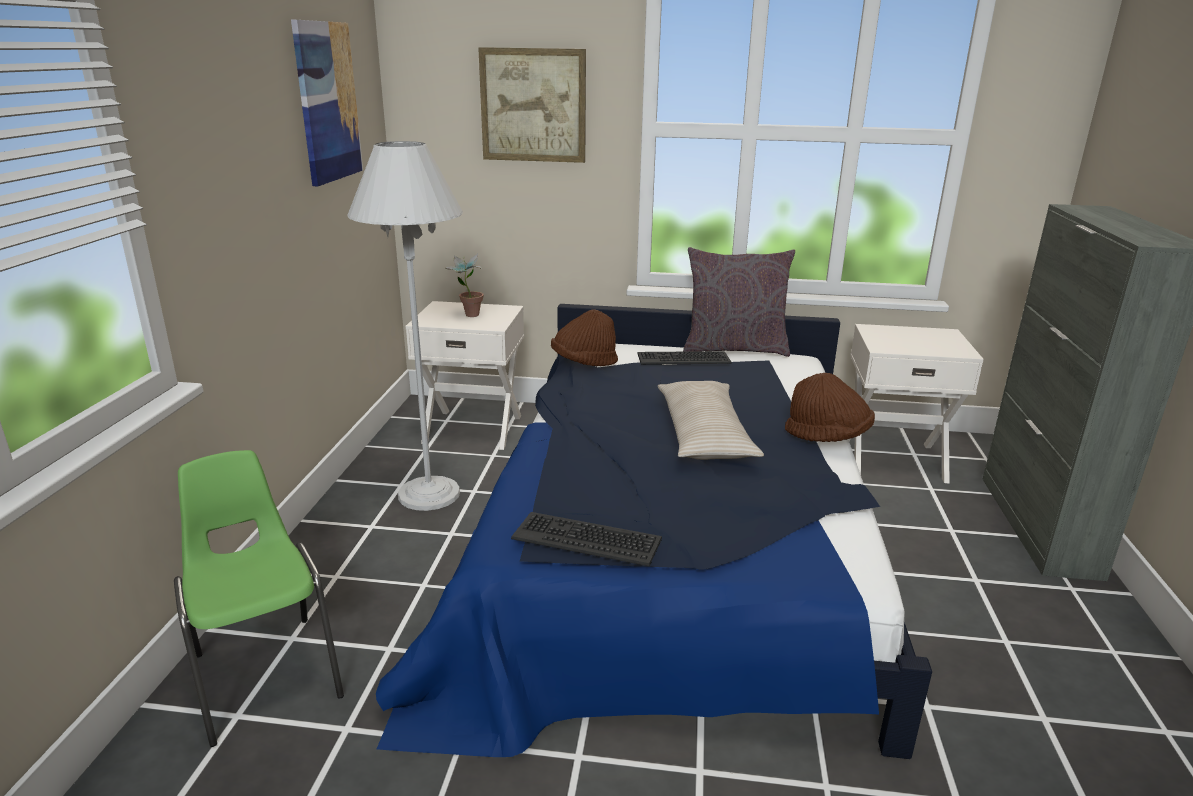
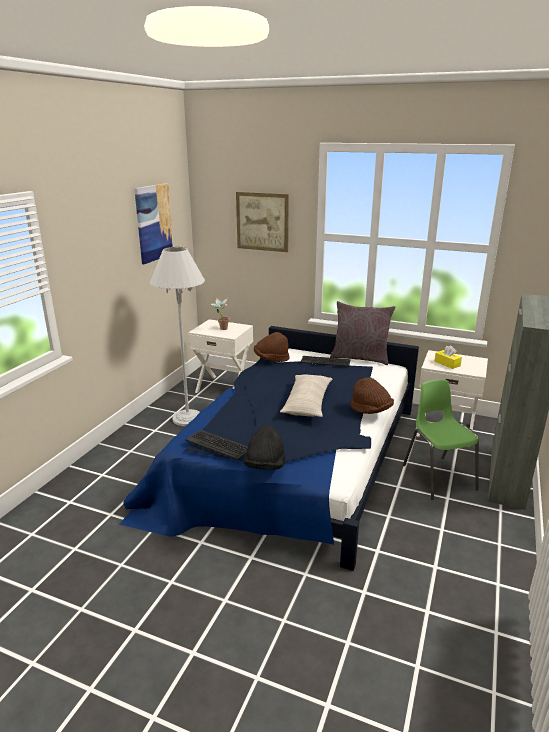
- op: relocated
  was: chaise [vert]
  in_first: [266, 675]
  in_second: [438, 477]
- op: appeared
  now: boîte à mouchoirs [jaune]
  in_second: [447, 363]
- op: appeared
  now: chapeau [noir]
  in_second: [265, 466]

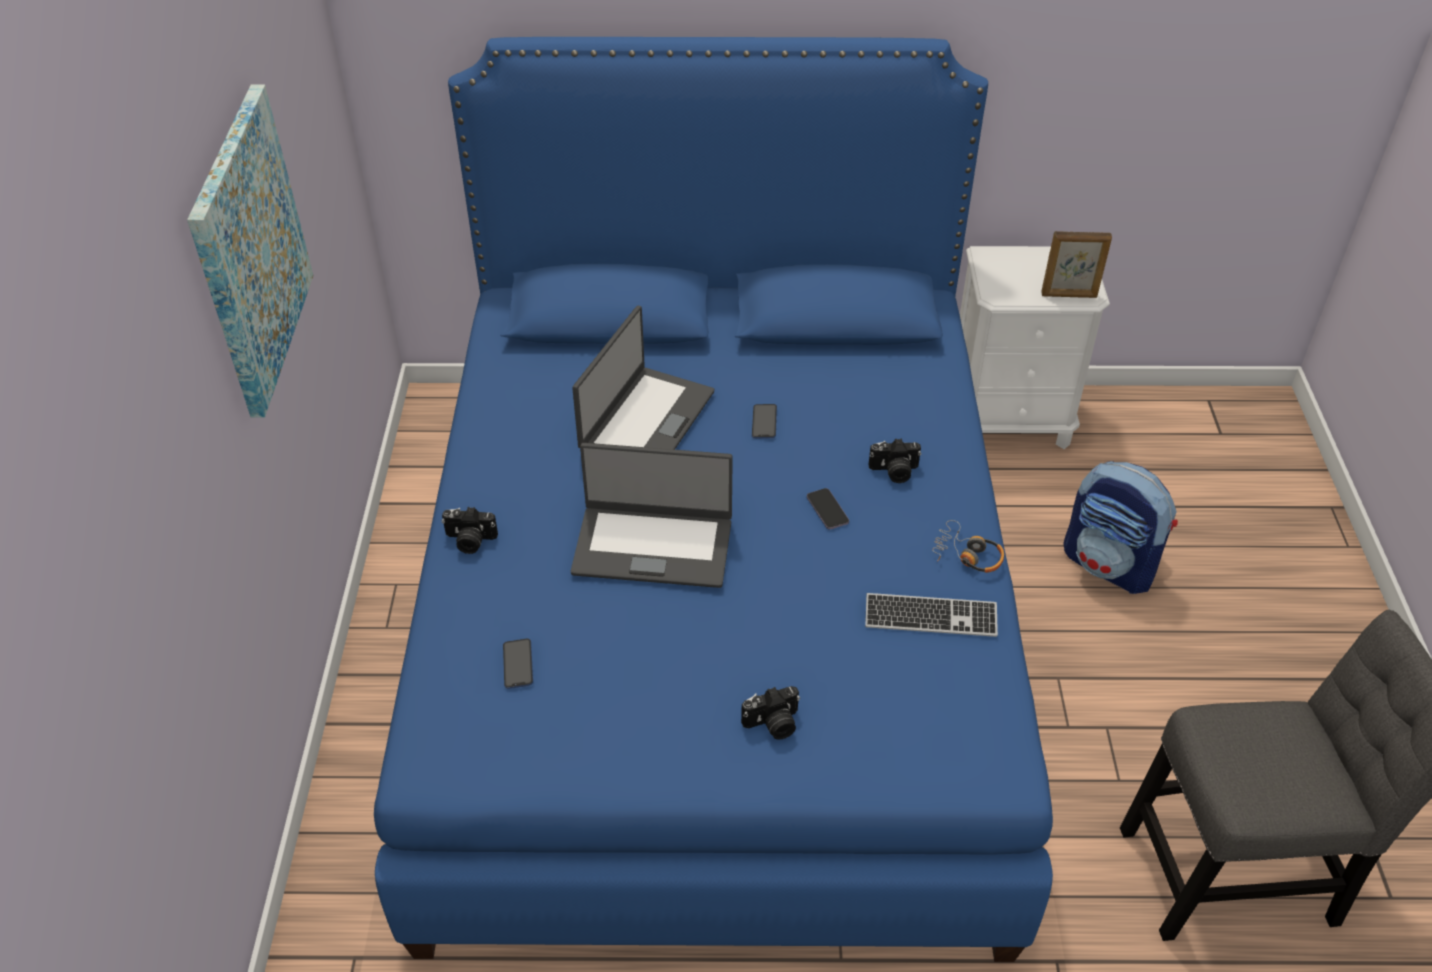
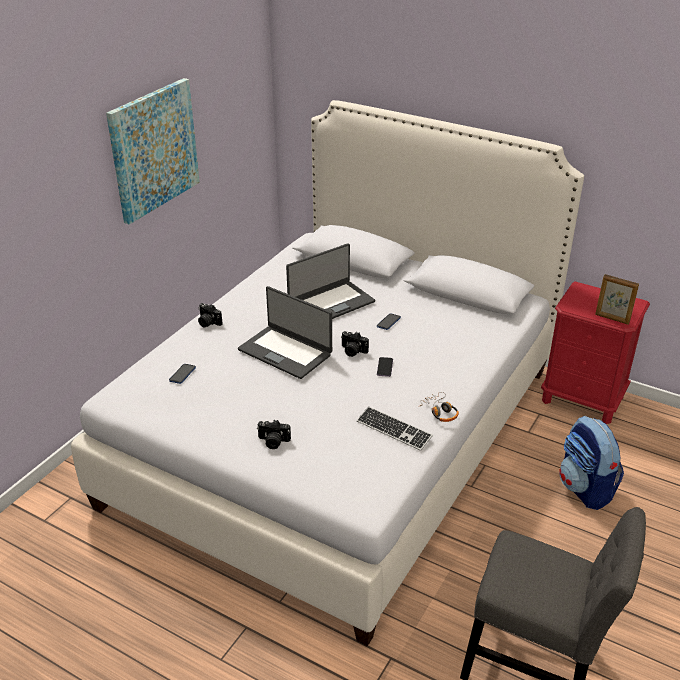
- op: colour
  was: lit [bleu]
  now: lit [blanc]
  in_first: [714, 627]
  in_second: [339, 433]
- op: colour
  was: table de chevet [blanc]
  now: table de chevet [rouge]
  in_first: [1009, 420]
  in_second: [583, 399]
- op: relocated
  was: appareil photo
  in_first: [894, 472]
  in_second: [352, 351]

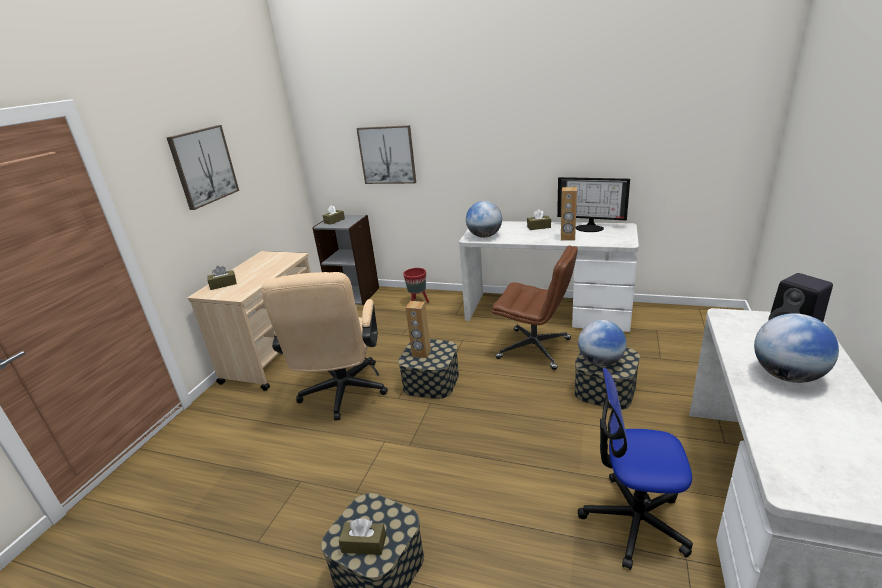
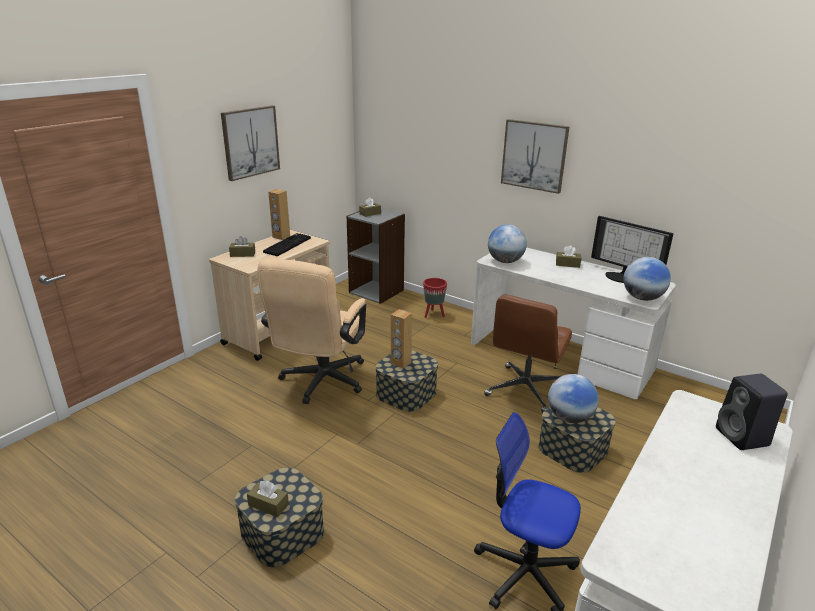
- op: relocated
  was: tableau
  in_first: [387, 155]
  in_second: [534, 155]
- op: relocated
  was: enceinte [marron]
  in_first: [568, 238]
  in_second: [281, 237]
- op: spun
  was: chaise de bureau [marron]
  in_first: [535, 349]
  in_second: [525, 390]
  clockwise: 75
- op: relocated
  was: globe
  in_first: [786, 375]
  in_second: [642, 298]
- op: appeared
  now: clavier
  in_second: [287, 245]

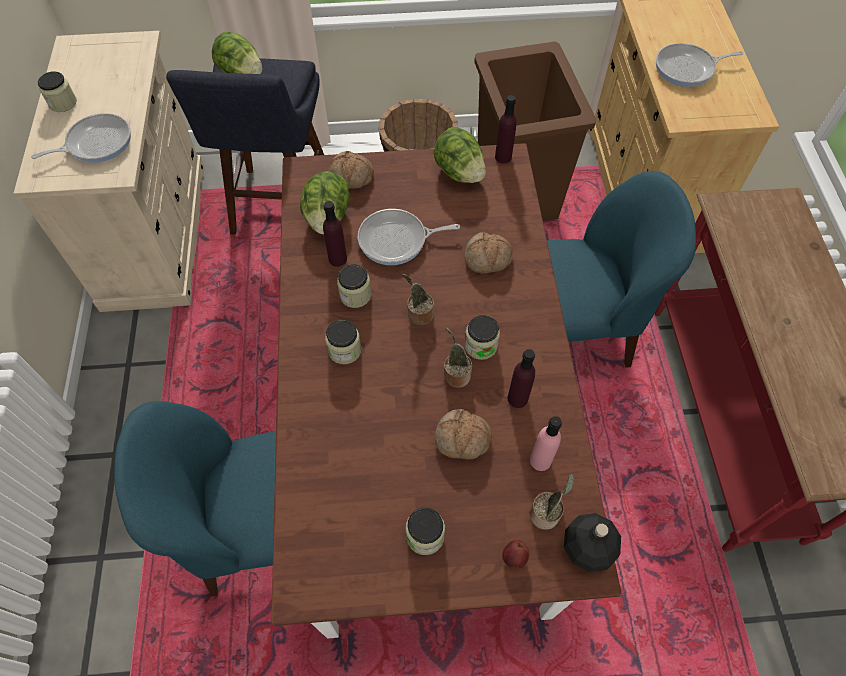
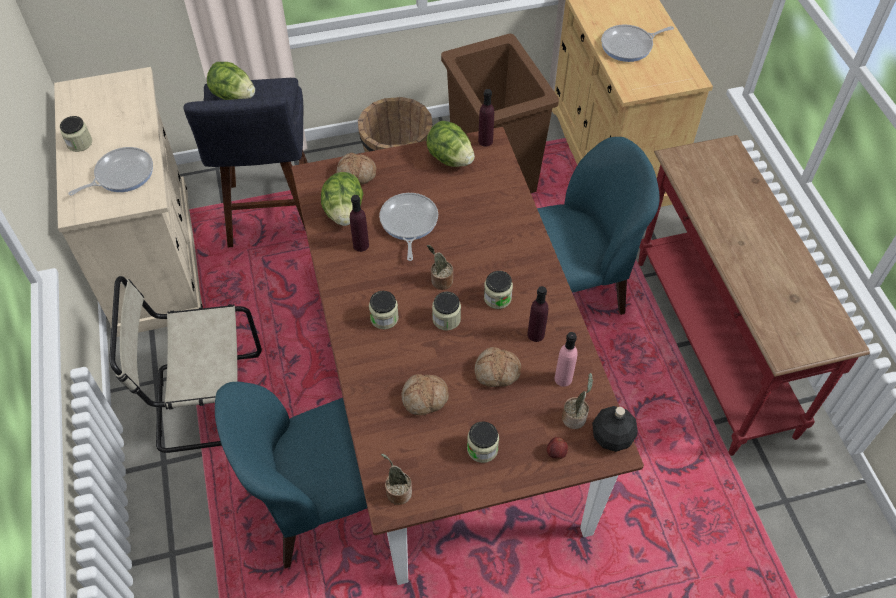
- op: spun
  was: poêle
  in_first: [396, 240]
  in_second: [408, 223]
  clockwise: 105
- op: relocated
  was: pain
  in_first: [487, 259]
  in_second: [425, 399]
- op: relocated
  was: bocal
  in_first: [355, 295]
  in_second: [446, 319]
- op: relocated
  was: plante en pot
  in_first: [455, 374]
  in_second: [397, 492]
- op: appeared
  now: chaise [beige]
  in_second: [206, 403]

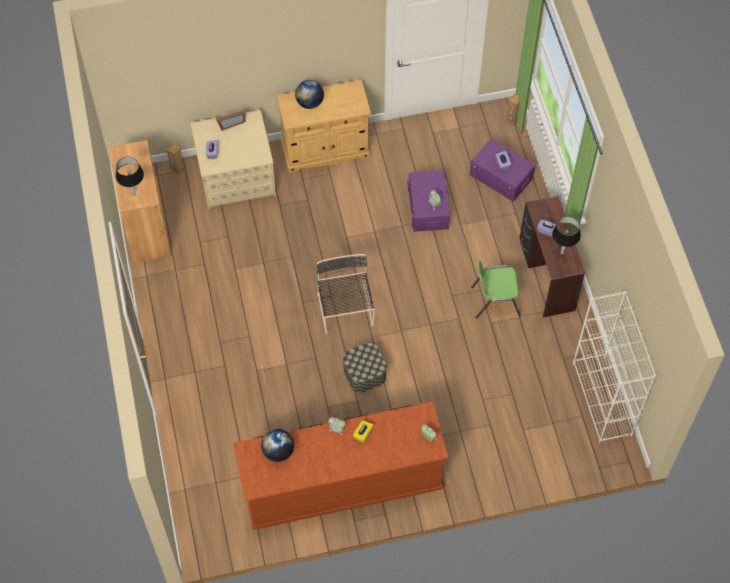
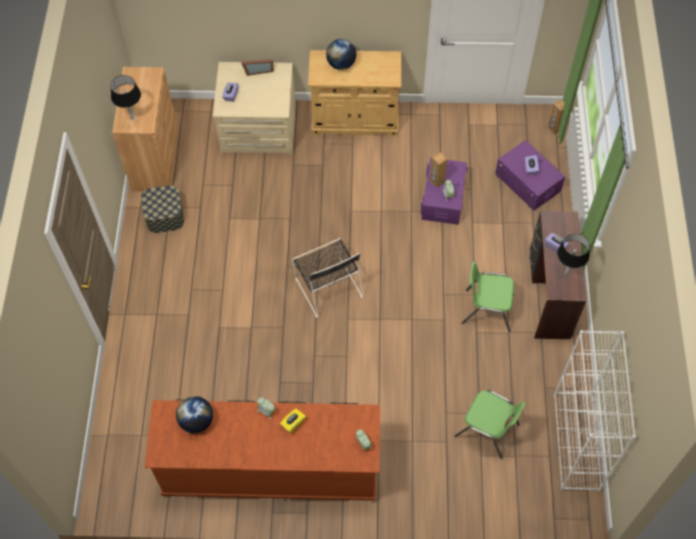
- op: relocated
  was: enceinte [marron]
  in_first: [177, 169]
  in_second: [436, 181]
- op: spun
  was: chaise [noir]
  in_first: [345, 311]
  in_second: [328, 286]
  clockwise: 150
- op: relocated
  was: boîte de rangement
  in_first: [364, 373]
  in_second: [165, 216]
- op: appeared
  now: chaise [vert]
  in_second: [488, 430]

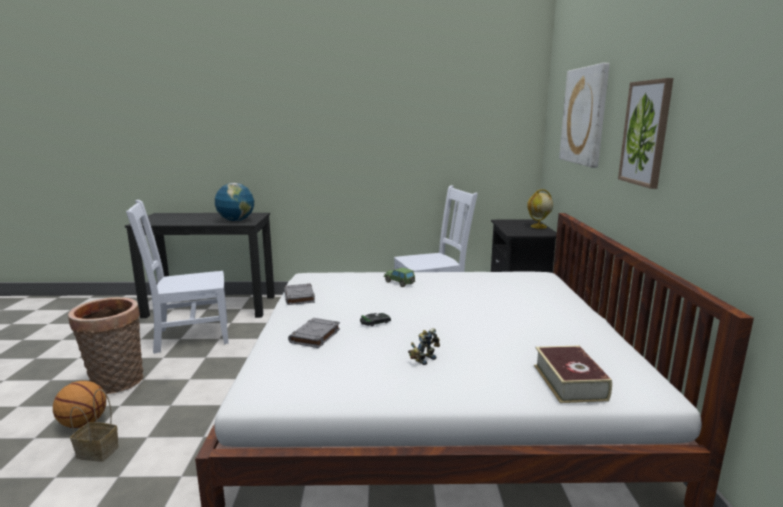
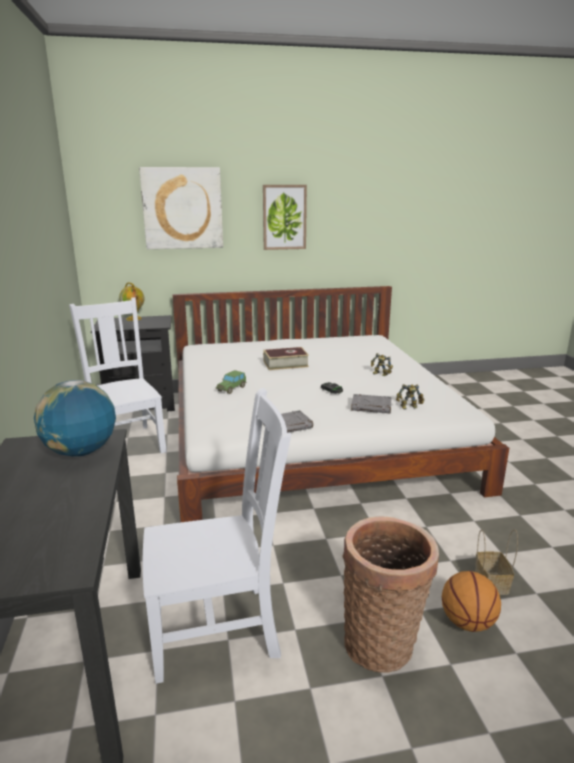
- op: spun
  was: chaise [blanc]
  in_first: [189, 336]
  in_second: [219, 629]
  clockwise: -75
- op: relocated
  was: livre
  in_first: [569, 382]
  in_second: [285, 364]
- op: appeared
  now: robot jouet
  in_second: [409, 407]

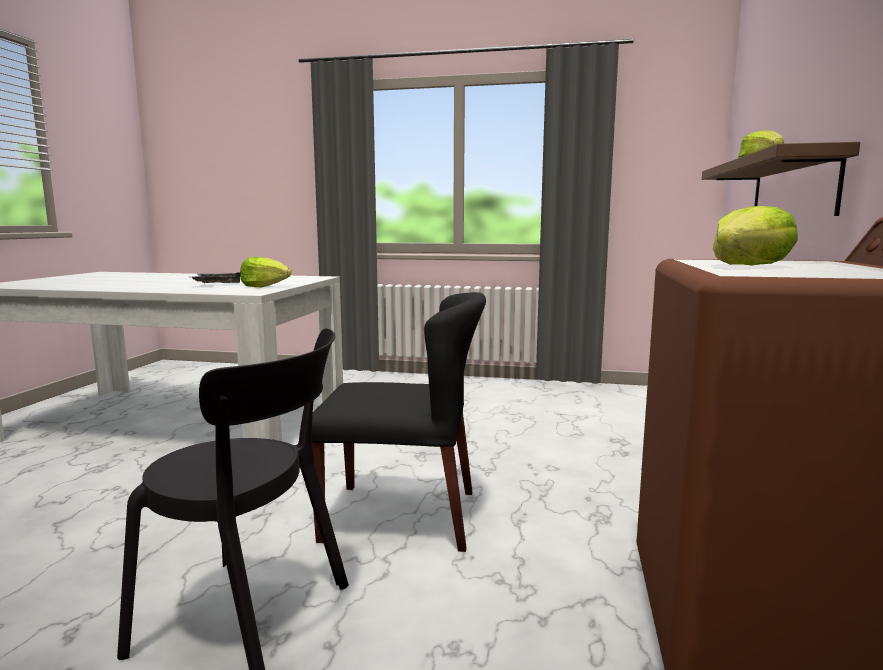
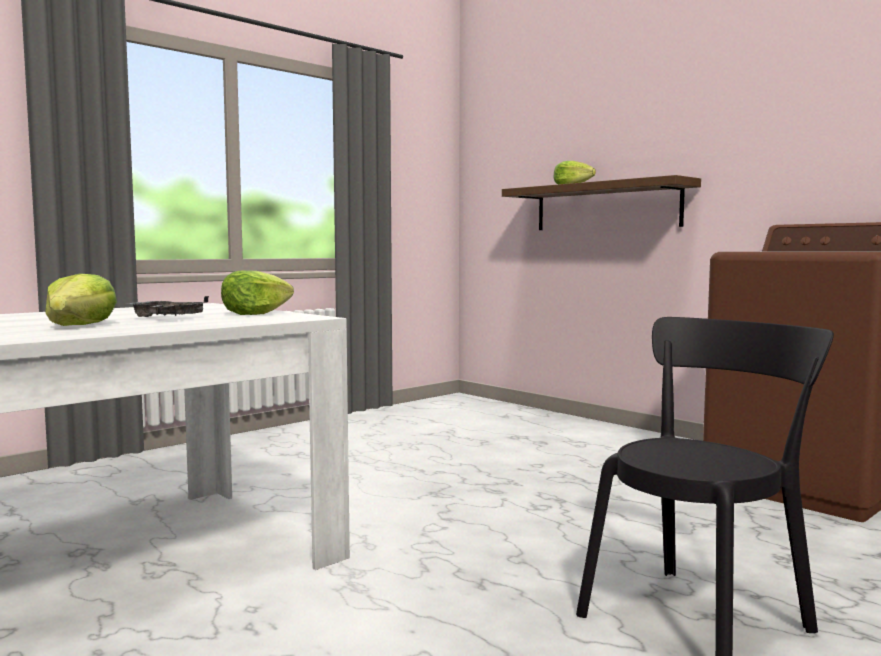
- op: relocated
  was: laitue
  in_first: [748, 266]
  in_second: [80, 326]
- op: missing
  was: chaise [noir]
  in_first: [402, 515]

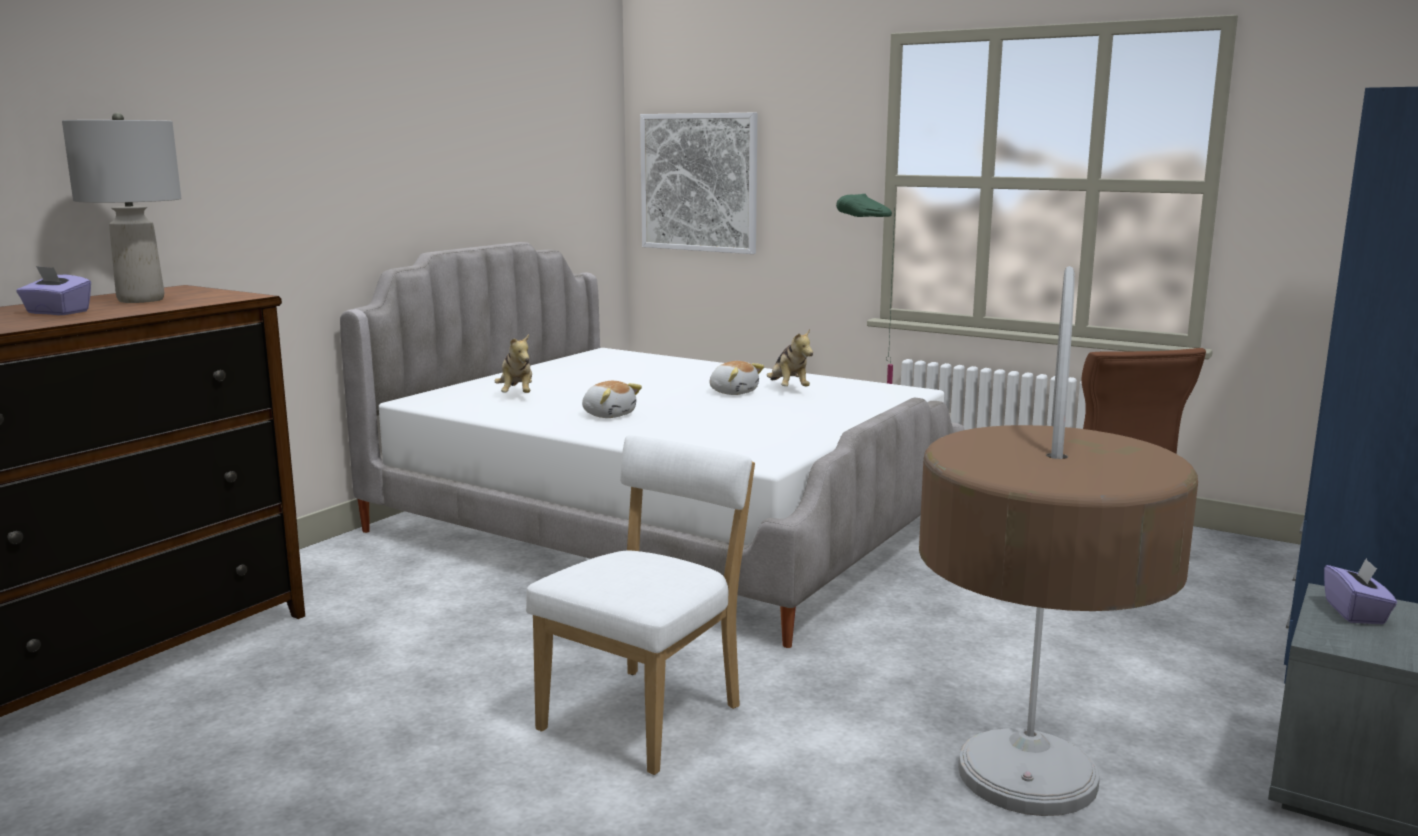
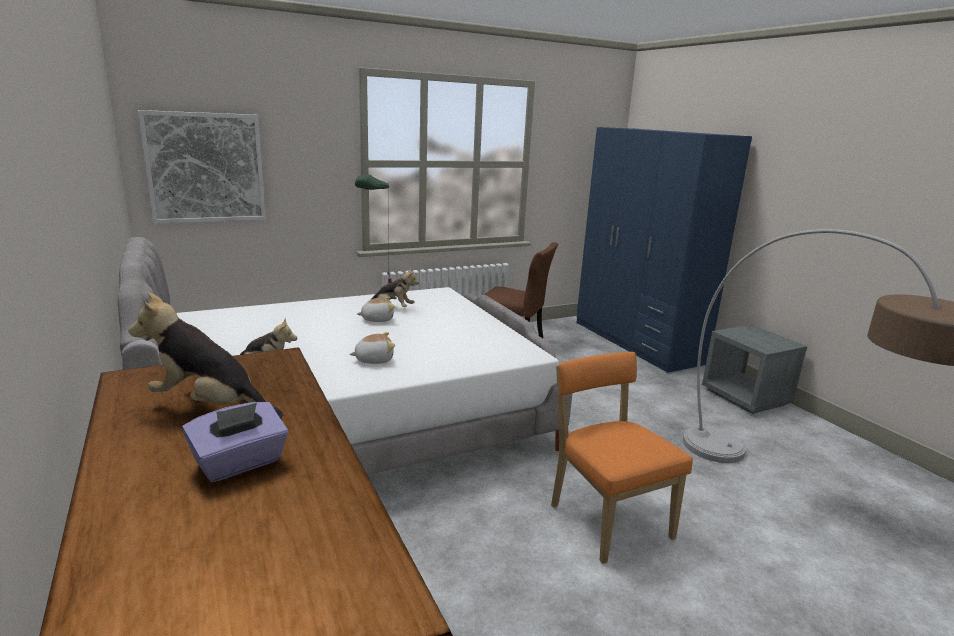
- op: exchanged
  was: lampe de table [gris]
  now: peluche
  in_first: [141, 300]
  in_second: [210, 406]
- op: colour
  was: chaise [blanc]
  now: chaise [orange]
  in_first: [648, 715]
  in_second: [606, 518]
- op: missing
  was: boîte à mouchoirs [violet]
  in_first: [1355, 613]

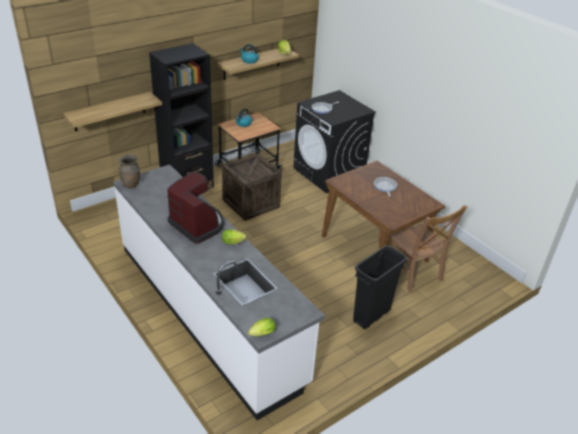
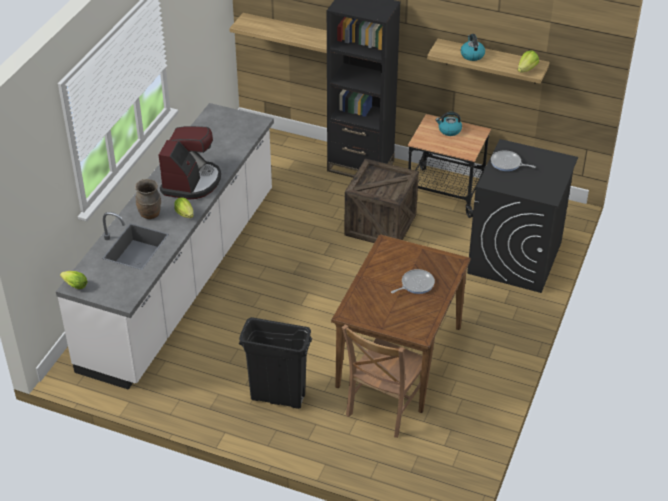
- op: relocated
  was: vase [marron]
  in_first: [131, 184]
  in_second: [150, 214]

